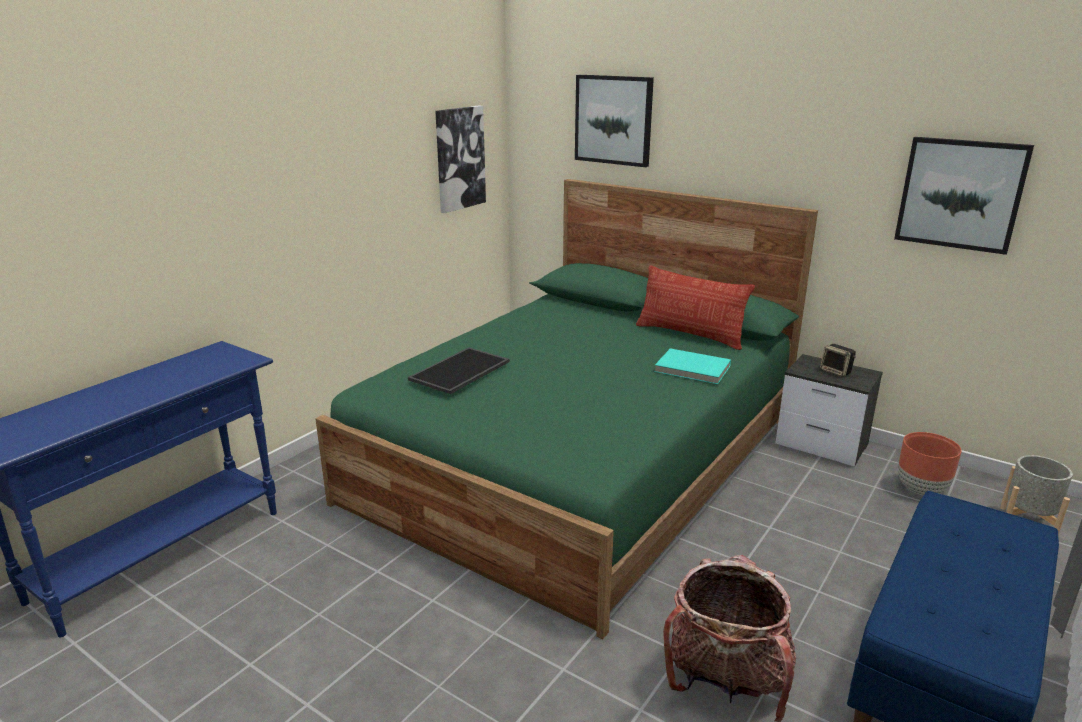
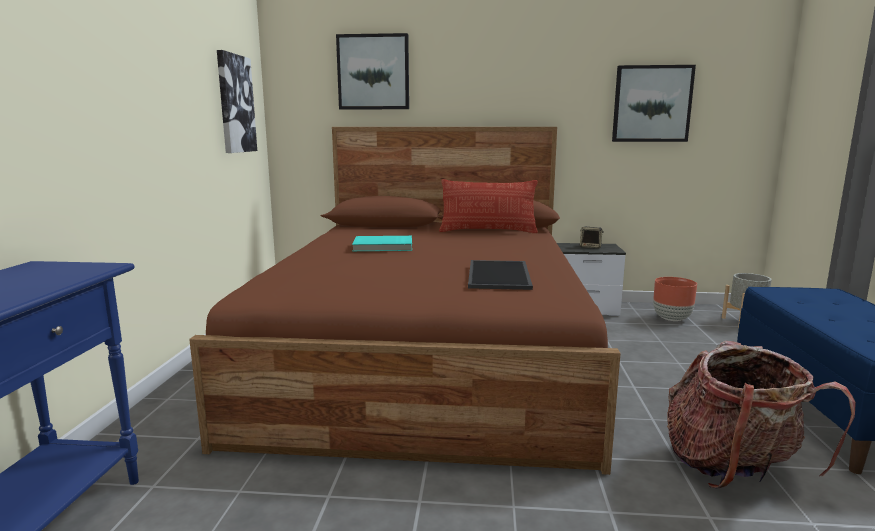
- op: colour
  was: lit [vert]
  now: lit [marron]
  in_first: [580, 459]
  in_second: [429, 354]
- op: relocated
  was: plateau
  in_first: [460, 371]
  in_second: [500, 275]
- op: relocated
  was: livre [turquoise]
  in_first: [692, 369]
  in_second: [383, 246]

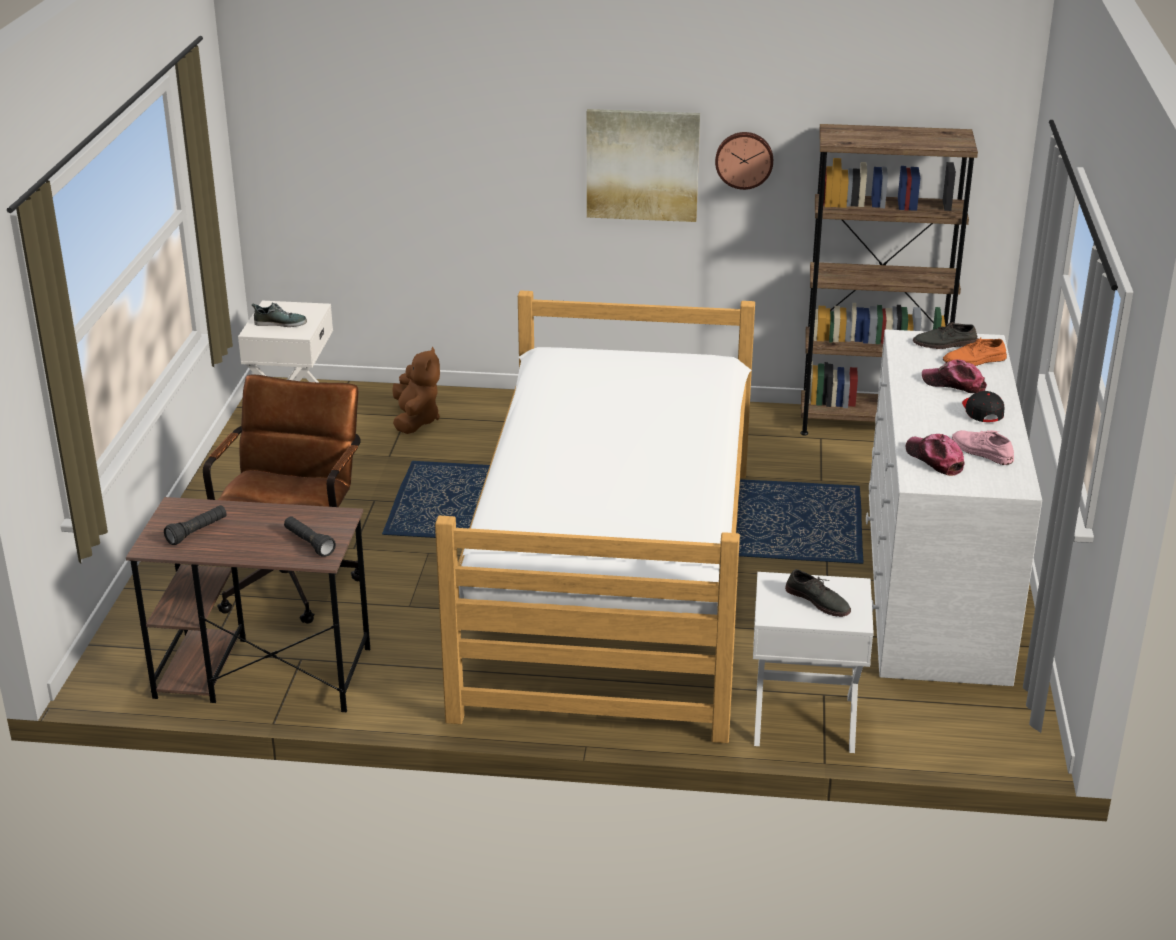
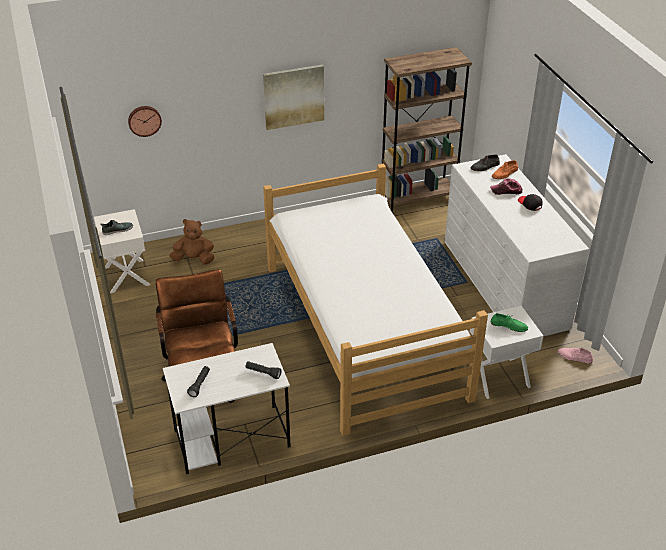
- op: relocated
  was: horloge murale
  in_first: [744, 159]
  in_second: [144, 120]
- op: spun
  was: peluche [marron]
  in_first: [415, 420]
  in_second: [194, 259]
  clockwise: -60
- op: relocated
  was: chaussure [rose]
  in_first: [981, 451]
  in_second: [575, 357]
- op: missing
  was: casquette
  in_first: [934, 459]
- op: colour
  was: bureau [marron]
  now: bureau [blanc]
  in_first: [261, 673]
  in_second: [231, 439]
- op: colour
  was: chaussure [gris]
  now: chaussure [vert]
  in_first: [818, 601]
  in_second: [509, 325]

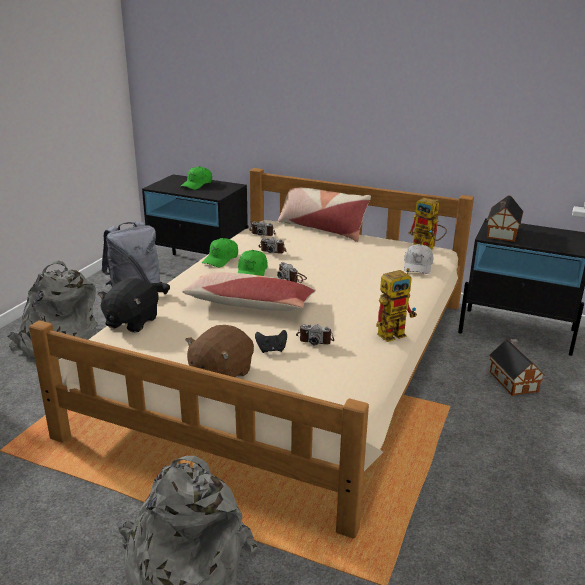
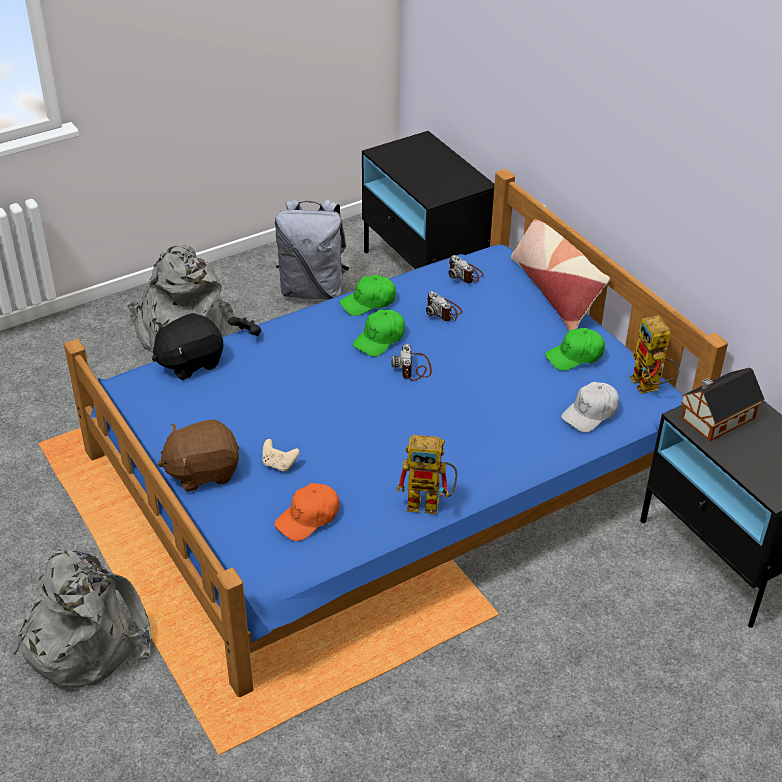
- op: relocated
  was: casquette [vert]
  in_first: [197, 184]
  in_second: [575, 356]
- op: colour
  was: lit [beige]
  now: lit [bleu]
  in_first: [289, 362]
  in_second: [387, 466]
- op: missing
  was: coussin
  in_first: [249, 304]
- op: missing
  was: appareil photo
  in_first: [315, 339]
- op: colour
  was: manette [noir]
  now: manette [beige]
  in_first: [271, 350]
  in_second: [279, 464]
- op: missing
  was: maison miniature
  in_first: [512, 380]
- op: appeared
  now: casquette [orange]
  in_second: [308, 518]

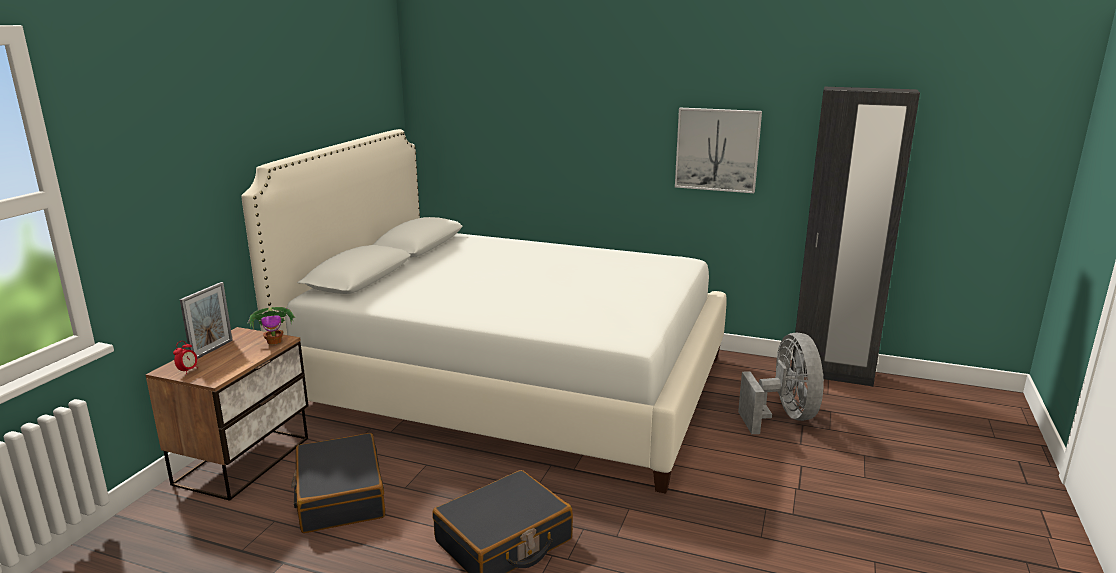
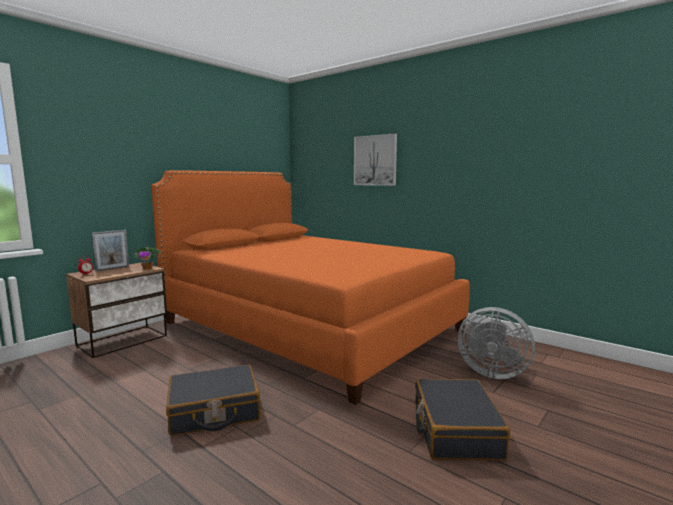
- op: missing
  was: armoire [noir]
  in_first: [831, 374]
- op: relocated
  was: tableau
  in_first: [717, 149]
  in_second: [375, 160]
- op: colour
  was: lit [blanc]
  now: lit [orange]
  in_first: [512, 383]
  in_second: [309, 326]
- op: spun
  was: ventilateur [gris]
  in_first: [783, 417]
  in_second: [491, 372]
  clockwise: 105
- op: relocated
  was: valise [noir]
  in_first: [340, 496]
  in_second: [455, 430]

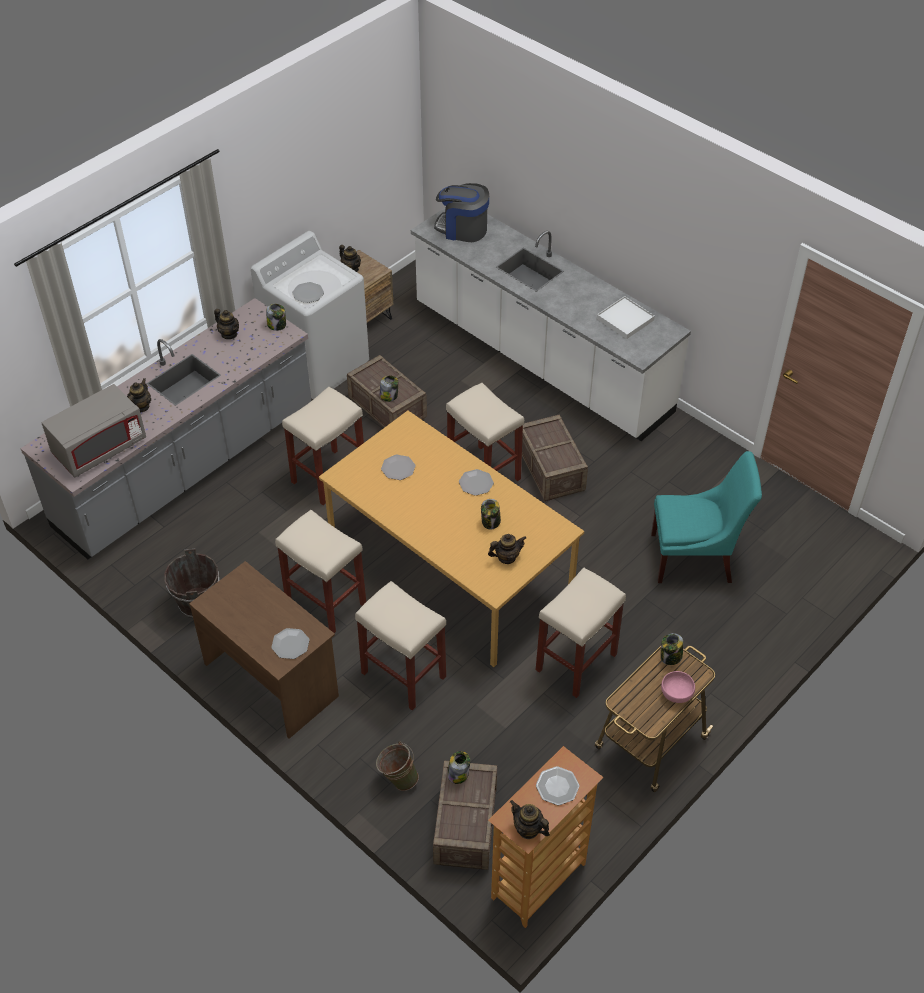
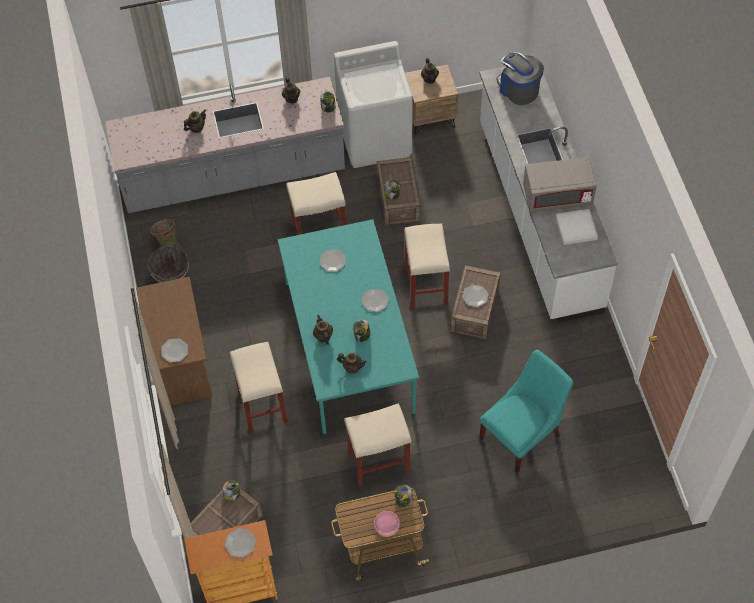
- op: relocated
  was: assiette
  in_first: [308, 293]
  in_second: [475, 296]
- op: relocated
  was: micro-ondes [gris]
  in_first: [100, 448]
  in_second: [557, 196]
- op: colour
  was: table à manger [orange]
  now: table à manger [turquoise]
  in_first: [448, 567]
  in_second: [347, 345]
- op: spun
  was: chaise [turquoise]
  in_first: [695, 558]
  in_second: [522, 434]
  clockwise: -75
- op: missing
  was: tabouret [beige]
  in_first: [324, 602]
- op: relocated
  was: seau [vert]
  in_first: [397, 779]
  in_second: [167, 242]
- op: relocated
  was: théière
  in_first: [528, 829]
  in_second: [323, 336]

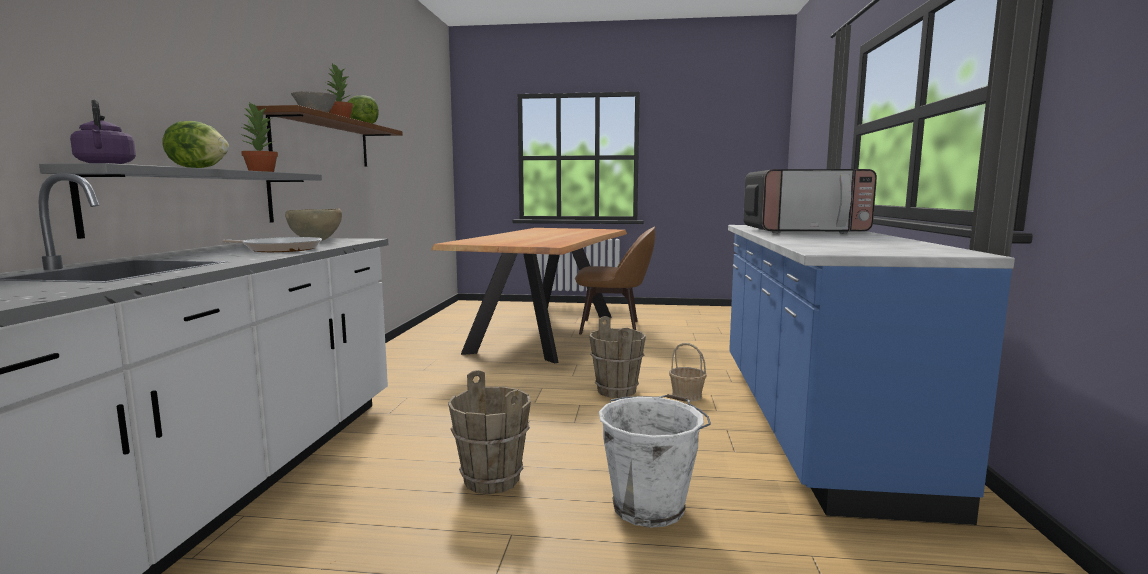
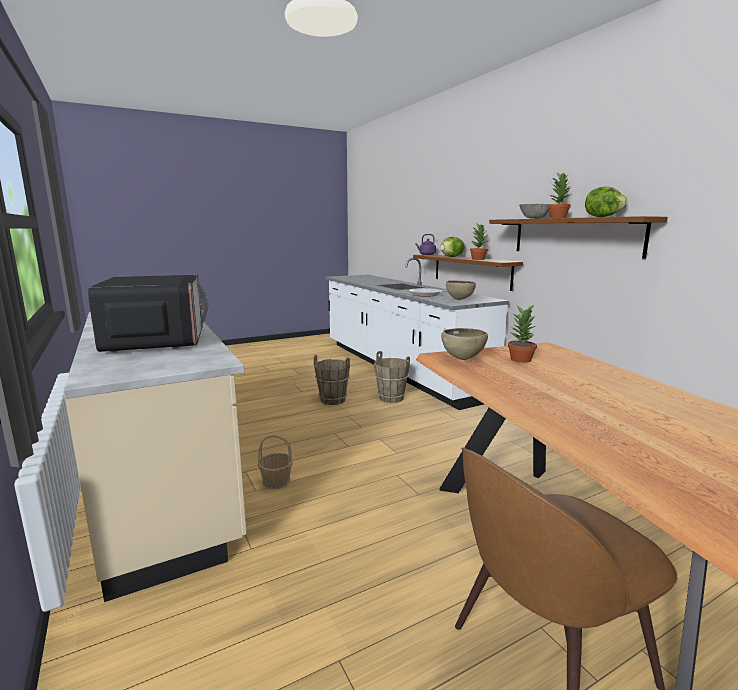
- op: colour
  was: étagère [gris]
  now: étagère [marron]
  in_first: [192, 199]
  in_second: [471, 271]
- op: spun
  was: micro-ondes
  in_first: [803, 231]
  in_second: [157, 340]
  clockwise: 105
- op: colour
  was: comptoir de cuisine [bleu]
  now: comptoir de cuisine [beige]
  in_first: [811, 422]
  in_second: [166, 482]
- op: relocated
  was: seau [marron]
  in_first: [617, 391]
  in_second: [391, 398]
- op: missing
  was: seau [blanc]
  in_first: [650, 506]
- op: appeared
  now: plante en pot
  in_second: [521, 360]
- op: appeared
  now: bol [marron]
  in_second: [463, 359]

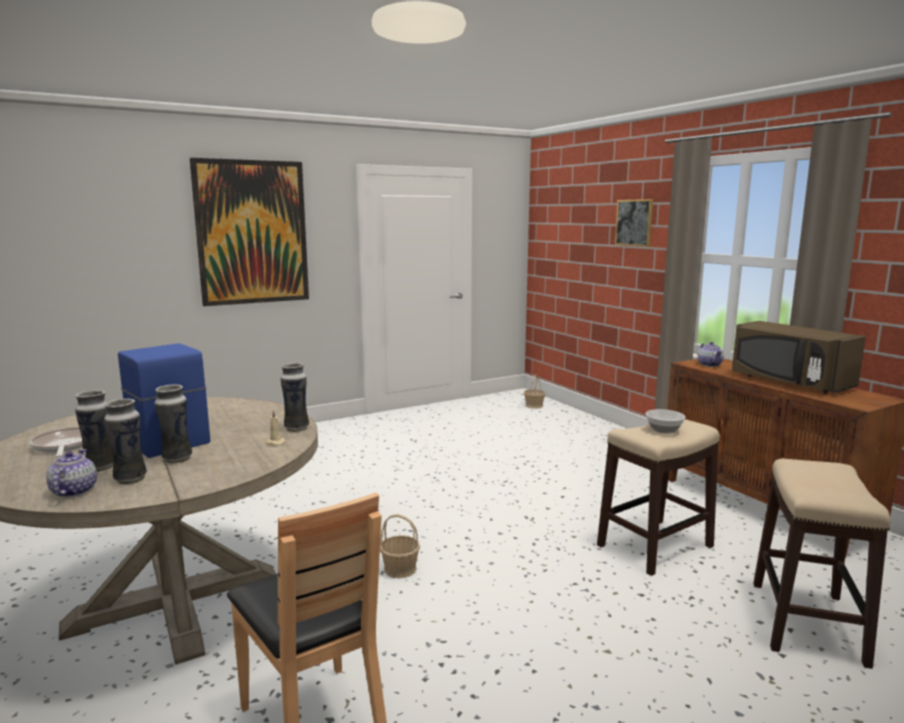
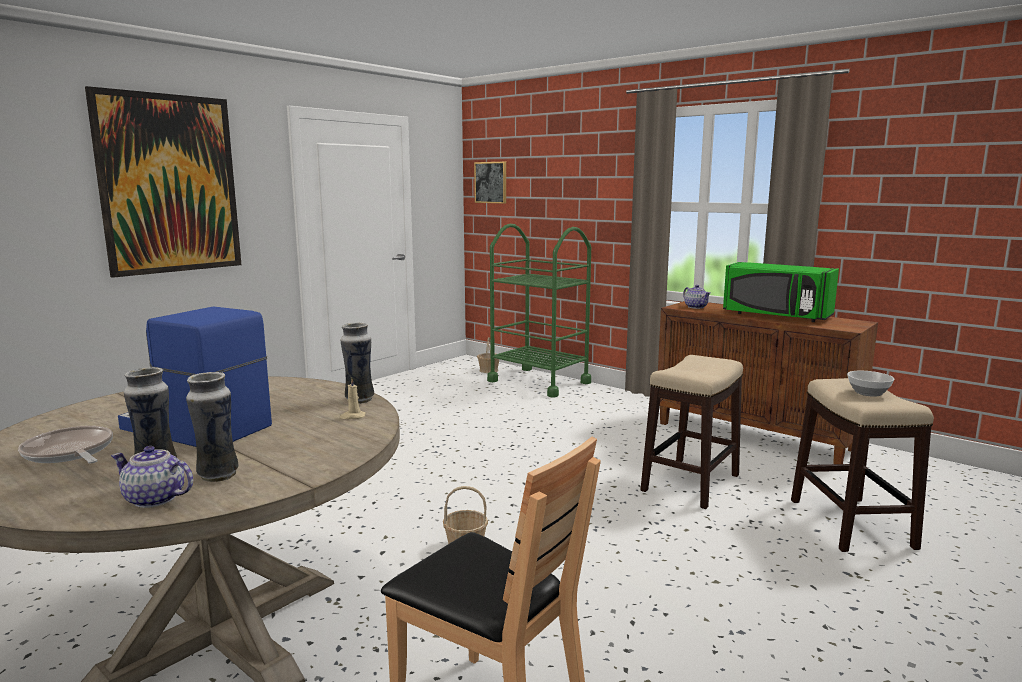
- op: relocated
  was: tableau
  in_first: [634, 222]
  in_second: [491, 182]
- op: colour
  was: micro-ondes [marron]
  now: micro-ondes [vert]
  in_first: [789, 382]
  in_second: [775, 316]
- op: missing
  was: vase
  in_first: [176, 459]
- op: relocated
  was: bol
  in_first: [664, 430]
  in_second: [869, 393]
- op: spun
  was: théière
  in_first: [73, 491]
  in_second: [155, 499]
  clockwise: -45
- op: appeared
  now: chariot [vert]
  in_second: [539, 382]

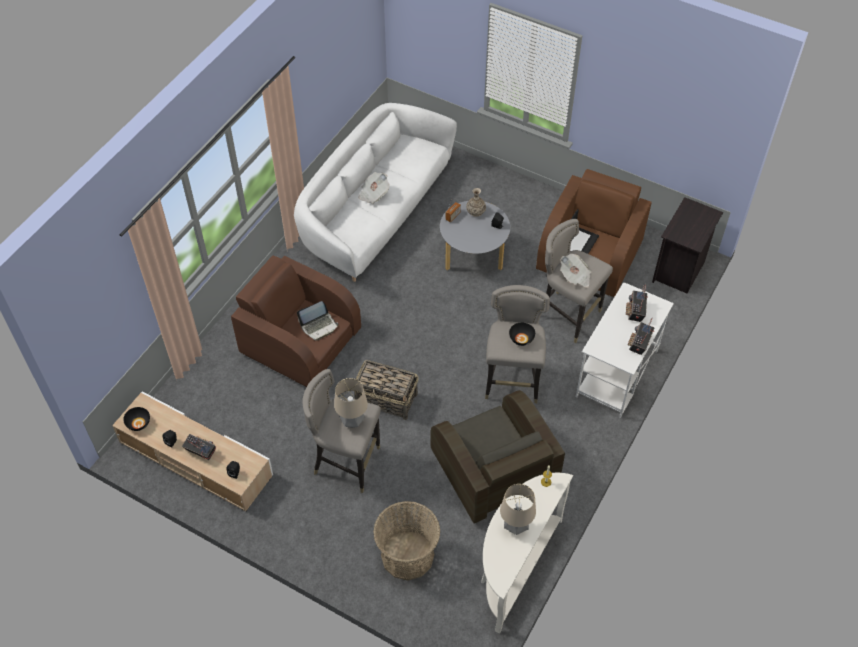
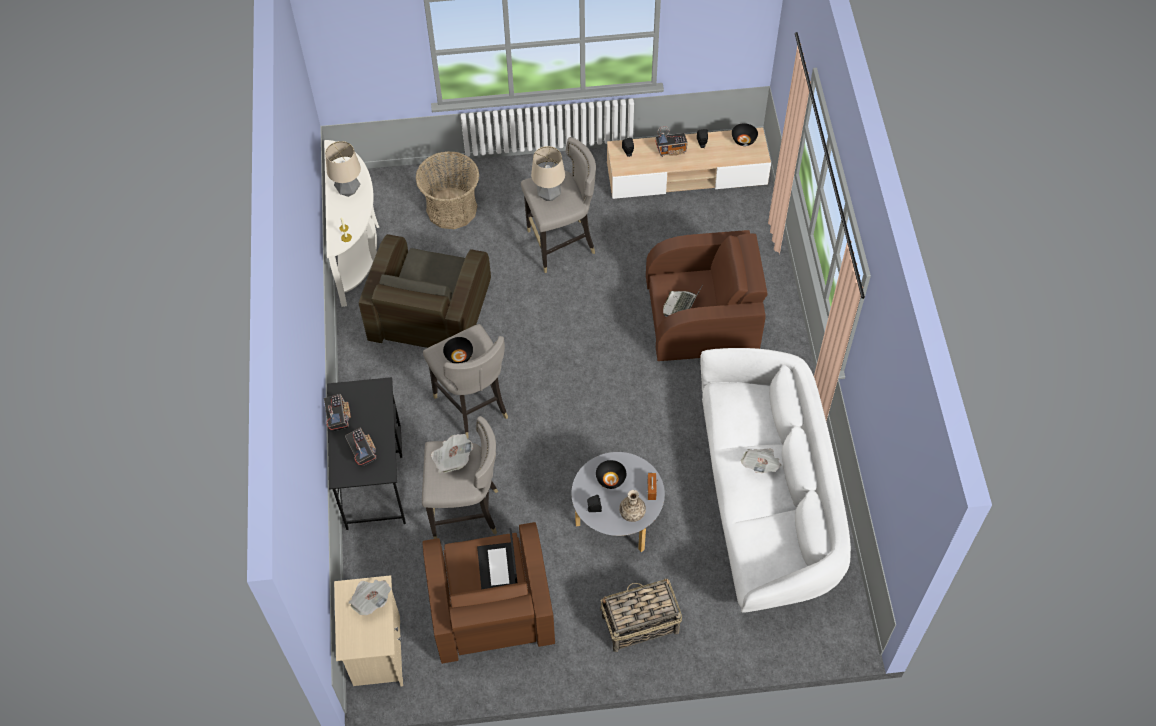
- op: colour
  was: table de chevet [noir]
  now: table de chevet [beige]
  in_first: [679, 271]
  in_second: [376, 652]
- op: colour
  was: bureau [blanc]
  now: bureau [noir]
  in_first: [616, 374]
  in_second: [374, 476]
- op: relocated
  was: panier
  in_first: [387, 399]
  in_second: [639, 624]
- op: spun
  was: fauteuil [marron]
  in_first: [494, 470]
  in_second: [430, 313]
  clockwise: -105
- op: appeared
  now: bol [noir]
  in_second: [611, 479]
- op: appeared
  now: journal
  in_second: [371, 600]

